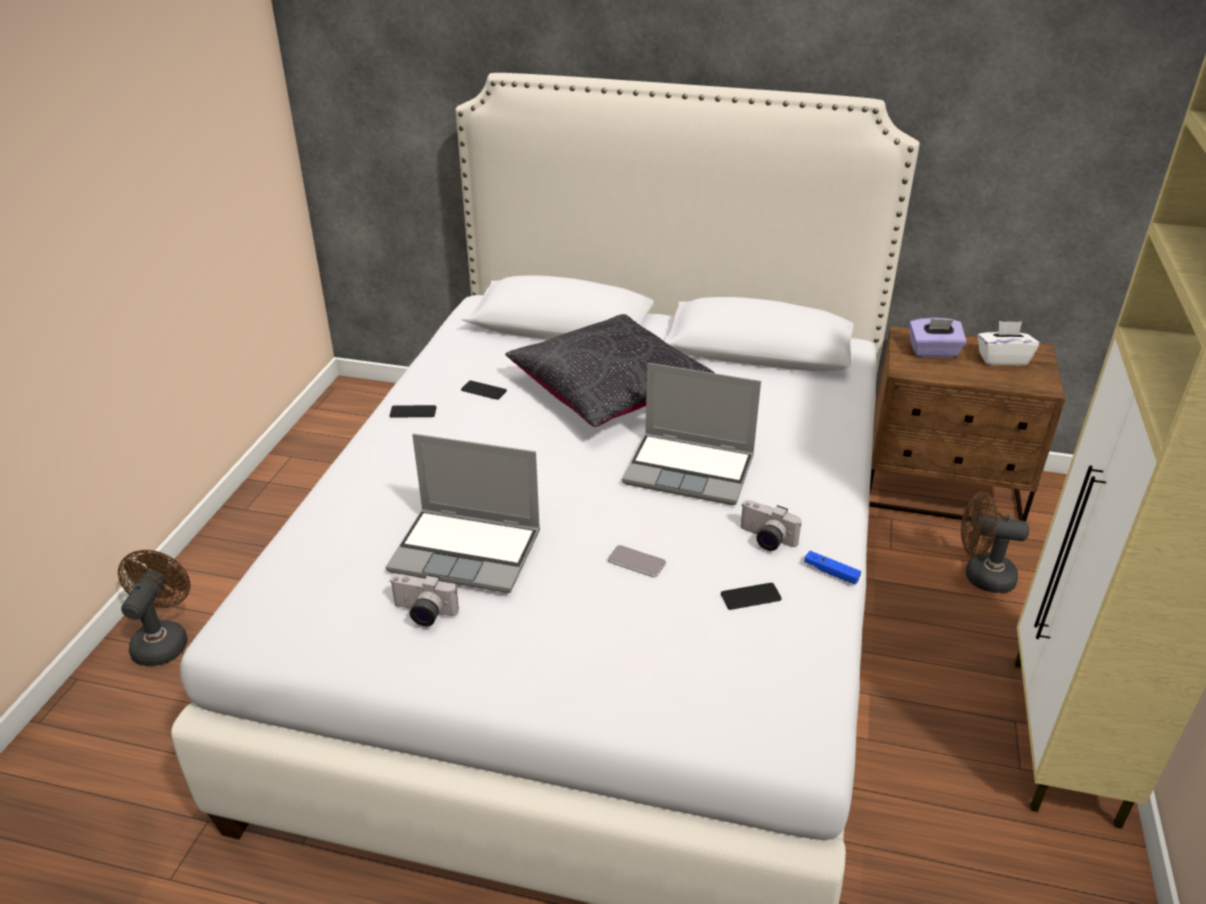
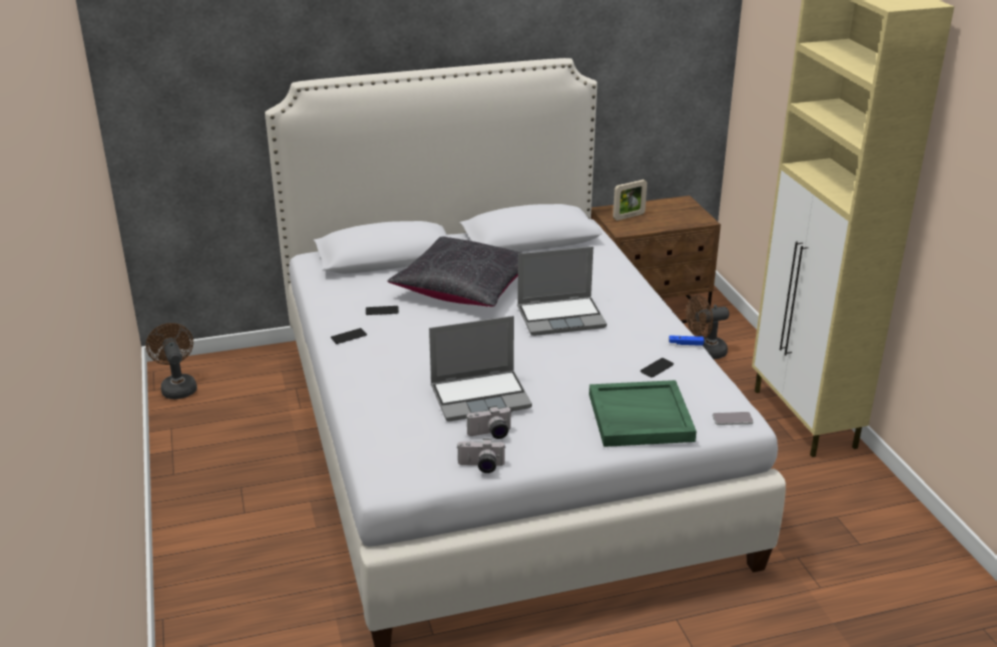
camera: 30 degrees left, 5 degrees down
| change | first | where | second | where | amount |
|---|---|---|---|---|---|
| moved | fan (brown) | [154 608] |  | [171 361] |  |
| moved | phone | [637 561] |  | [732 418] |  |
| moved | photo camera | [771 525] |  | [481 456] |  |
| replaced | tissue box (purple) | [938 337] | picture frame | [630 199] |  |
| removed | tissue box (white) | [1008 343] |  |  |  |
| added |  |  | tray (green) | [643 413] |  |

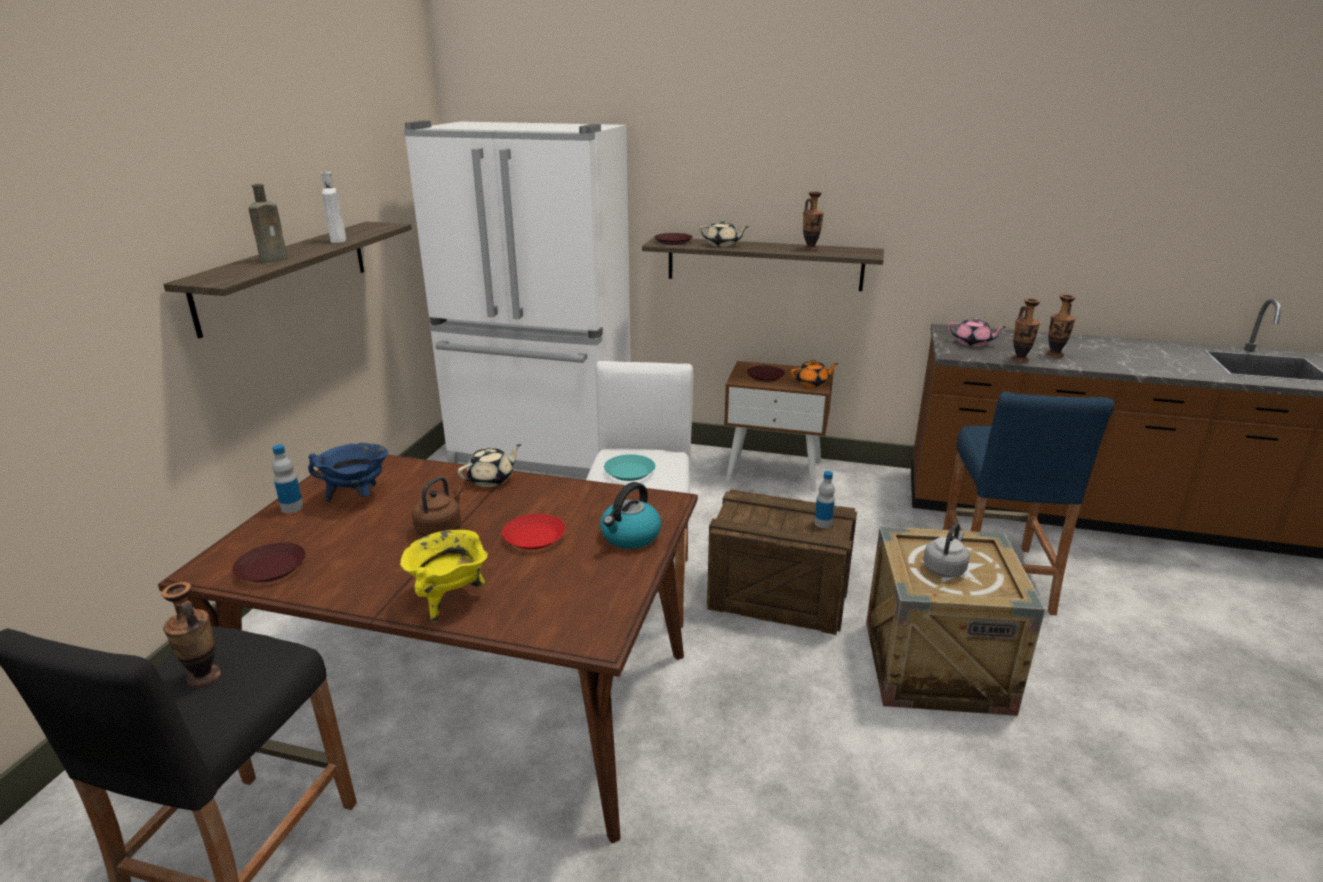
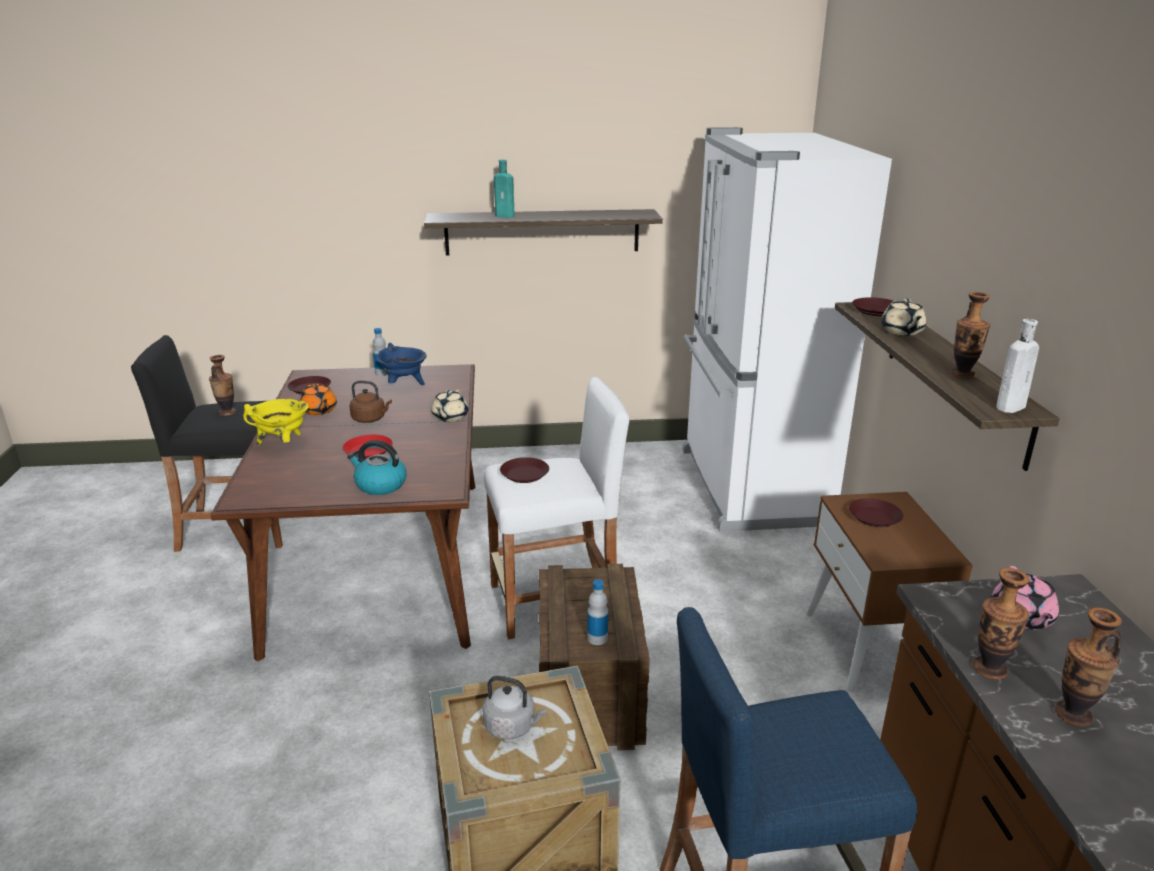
camera: 70 degrees right, 0 degrees up
| change | first | where | second | where | amount |
|---|---|---|---|---|---|
| recoloured | bottle (brown) | [268 223] | bottle (turquoise) | [504 189] |  |
| moved | bottle (white) | [333 207] |  | [1017 366] |  |
| turned | teapot (beige) | [489 465] |  | [449 406] | 75 degrees clockwise |
| recoloured | plate (turquoise) | [629 467] | plate (brown) | [524 470] |  |
| moved | teapot (orange) | [814 373] |  | [318 399] |  |

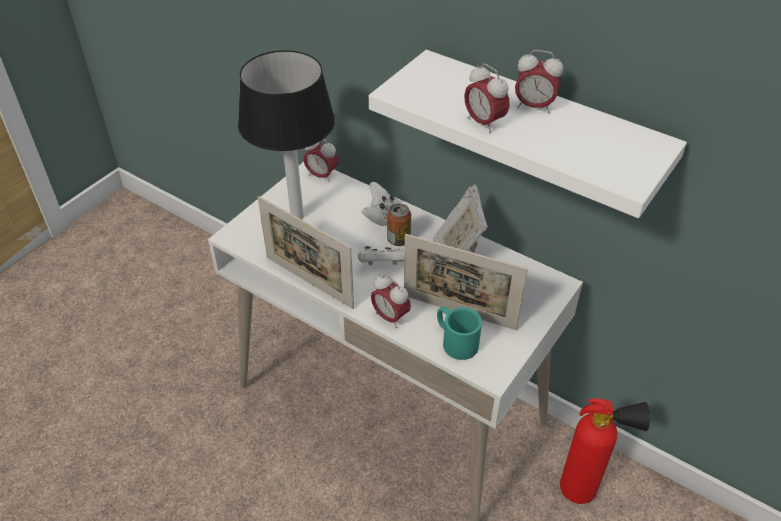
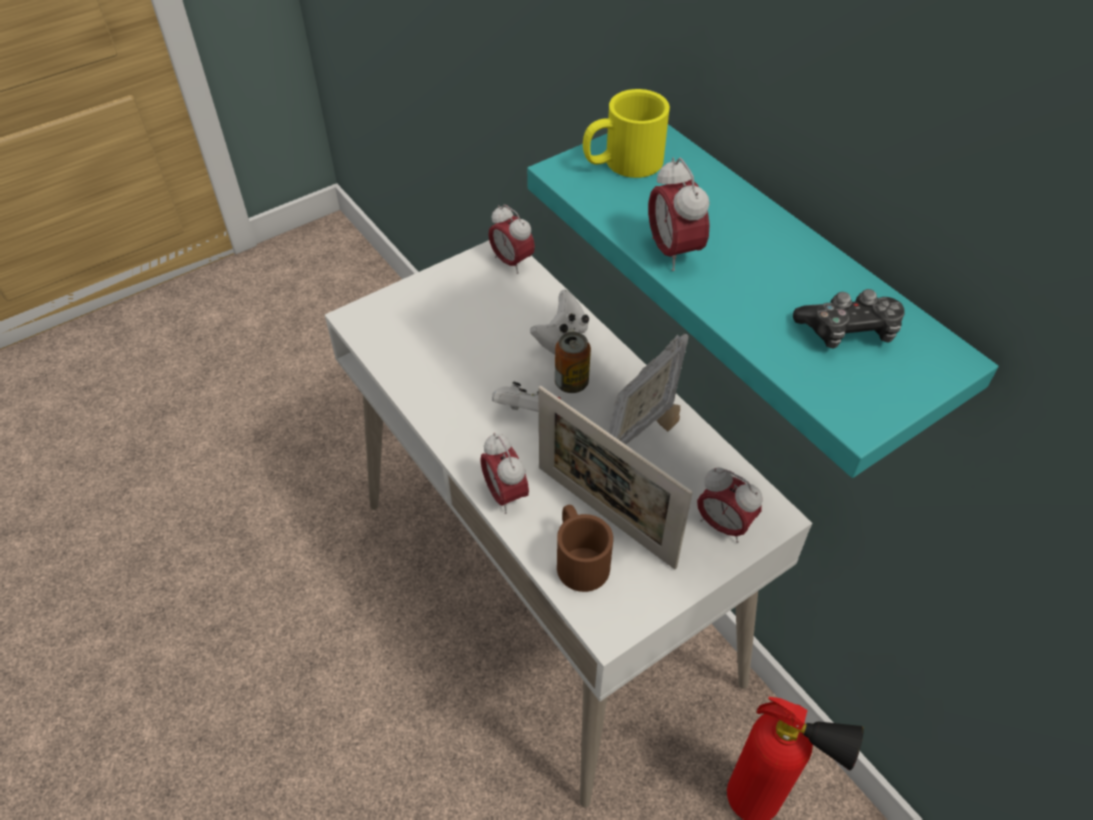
camera: 20 degrees right, 5 degrees up
| change | first | where | second | where | amount |
|---|---|---|---|---|---|
| removed | table lamp | [286 134] |  |  |  |
| removed | picture frame | [306 252] |  |  |  |
| recoloured | shelf (white) | [528 134] | shelf (turquoise) | [762 301] |  |
| recoloured | mug (turquoise) | [459 333] | mug (brown) | [585 548] |  |
| moved | alarm clock | [539 81] |  | [729 505] |  |
| added |  |  | mug (yellow) | [626 133] |  |
| added |  |  | game controller | [849 319] |  |

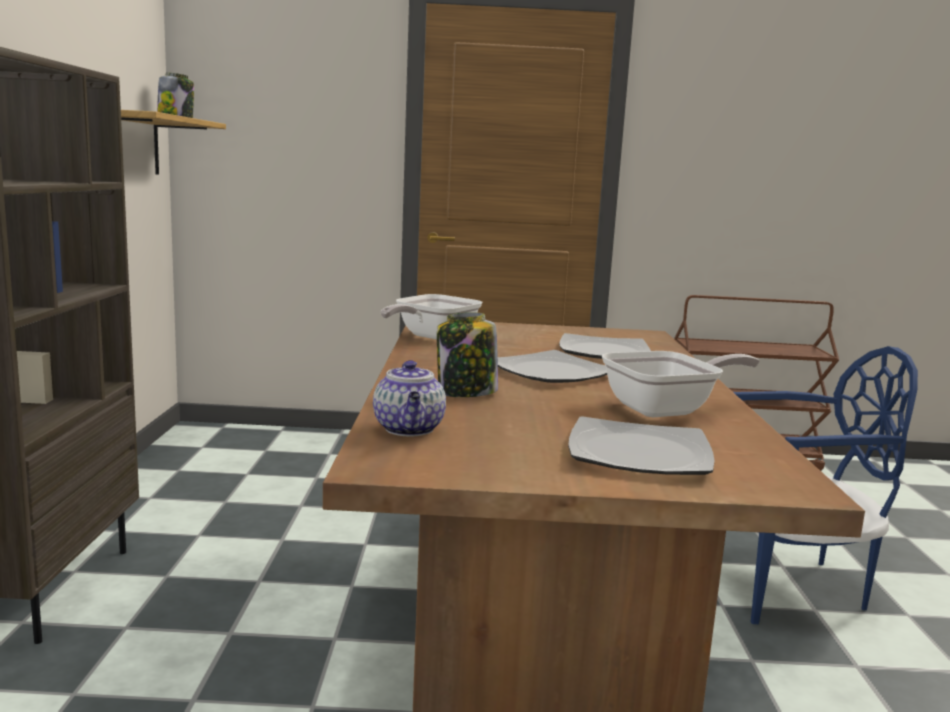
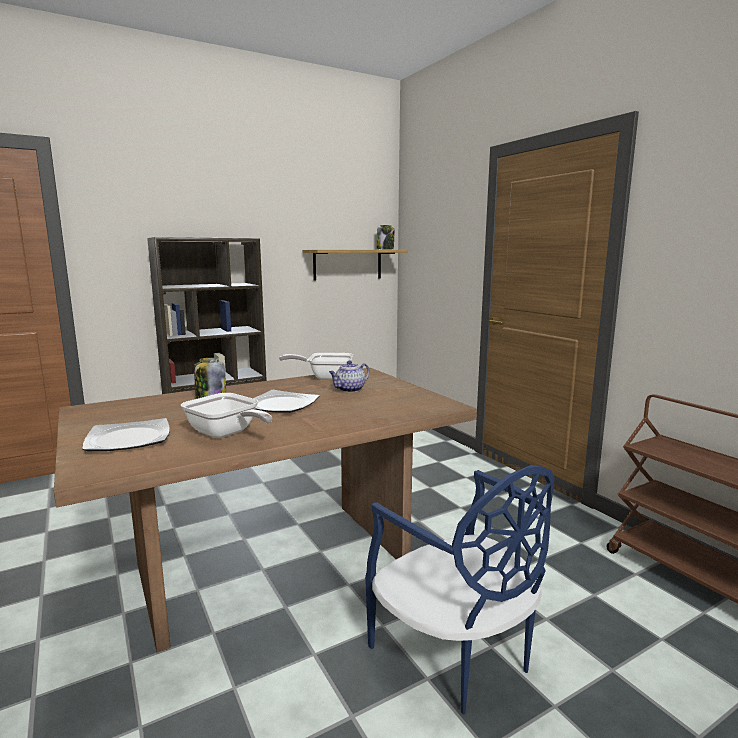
camera: 60 degrees right, 0 degrees up
| change | first | where | second | where | amount |
|---|---|---|---|---|---|
| moved | teapot | [409 398] |  | [349 376] |  |
| removed | plate | [605 346] |  |  |  |

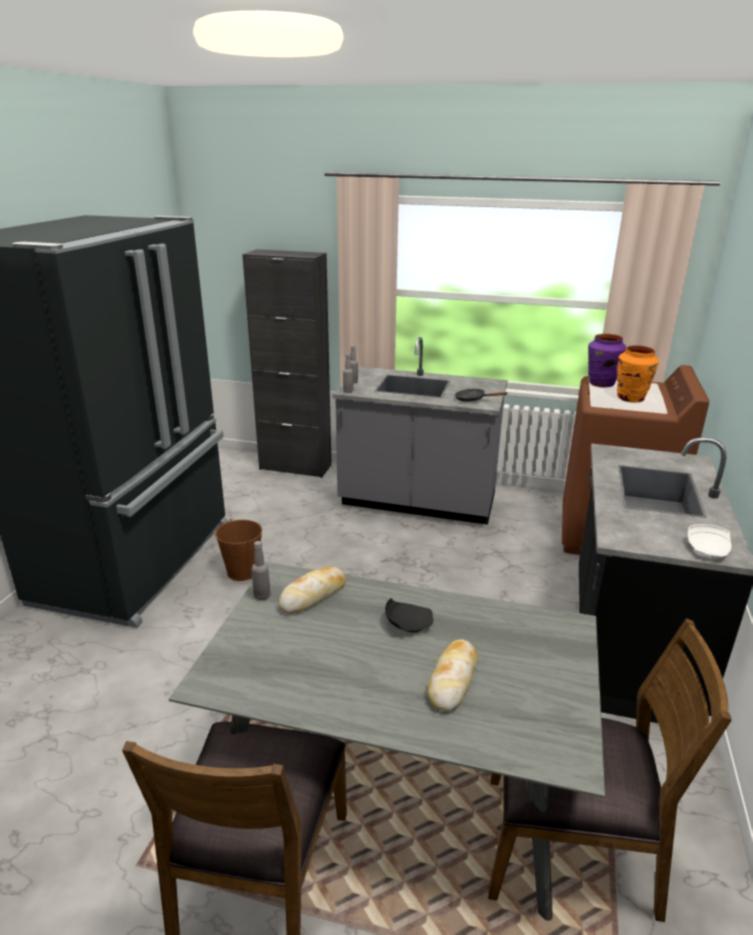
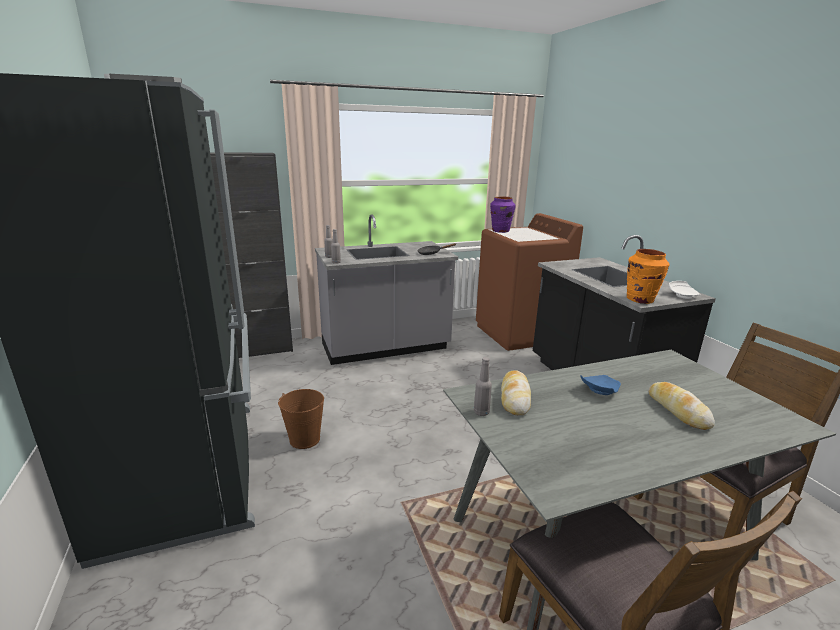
camera: 35 degrees left, 5 degrees down
| change | first | where | second | where | amount |
|---|---|---|---|---|---|
| recoloured | plate (black) | [409 615] | plate (blue) | [601 385] |  |
| moved | vase (orange) | [638 374] |  | [648 276] |  |

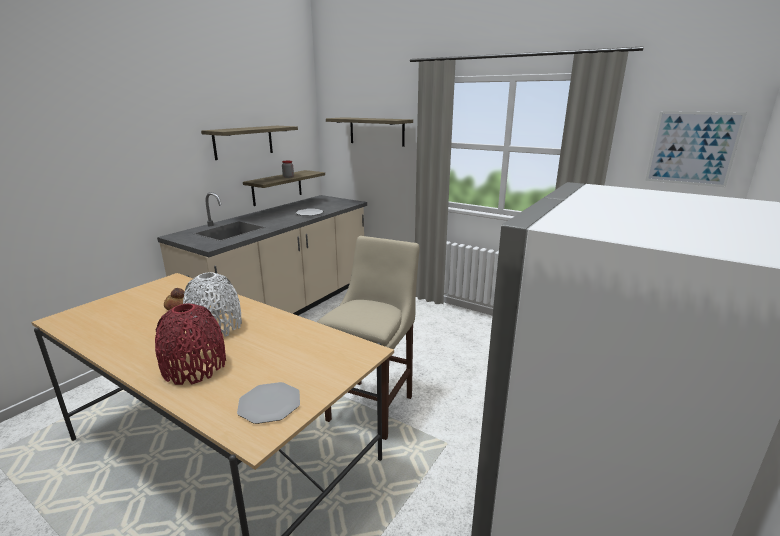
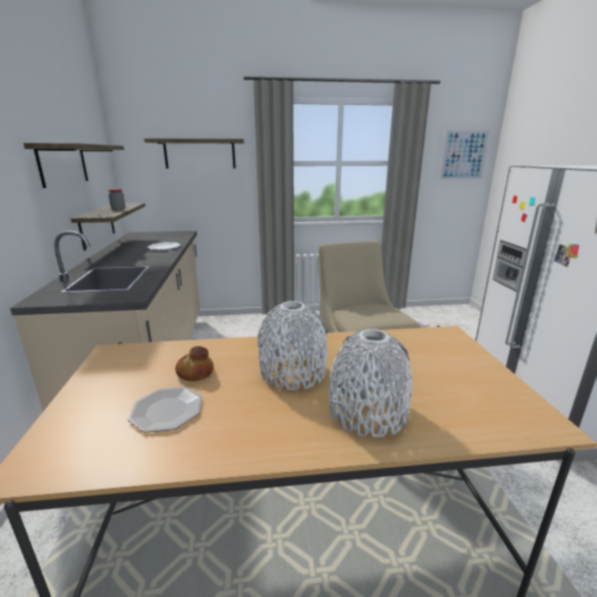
camera: 40 degrees left, 0 degrees up
| change | first | where | second | where | amount |
|---|---|---|---|---|---|
| recoloured | vase (red) | [190 344] | vase (white) | [371 383] |  |
| moved | plate | [268 403] |  | [165 410] |  |

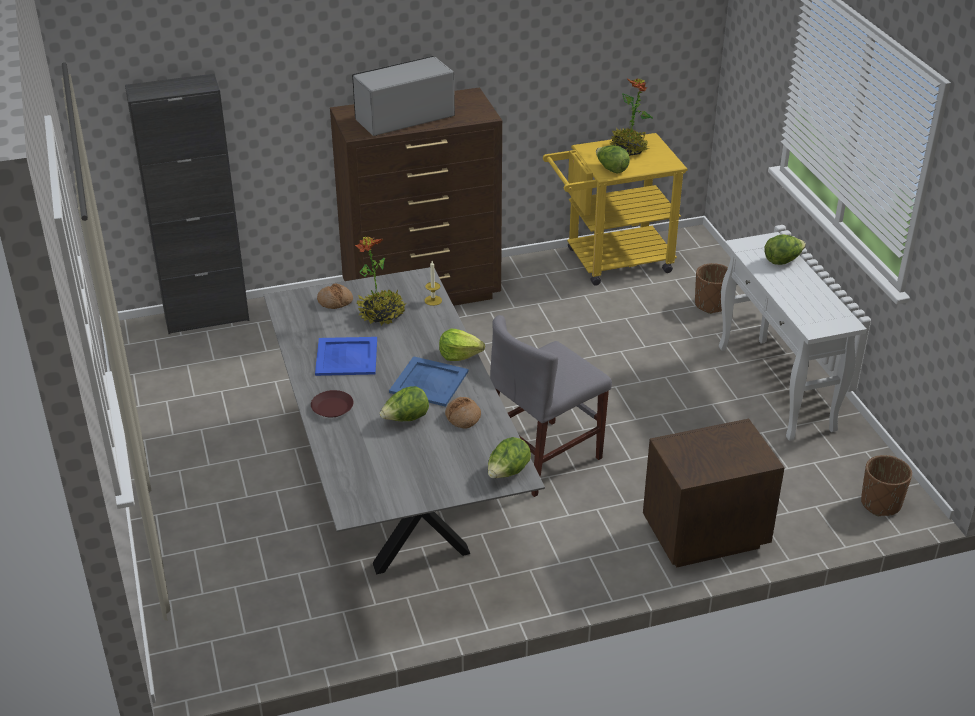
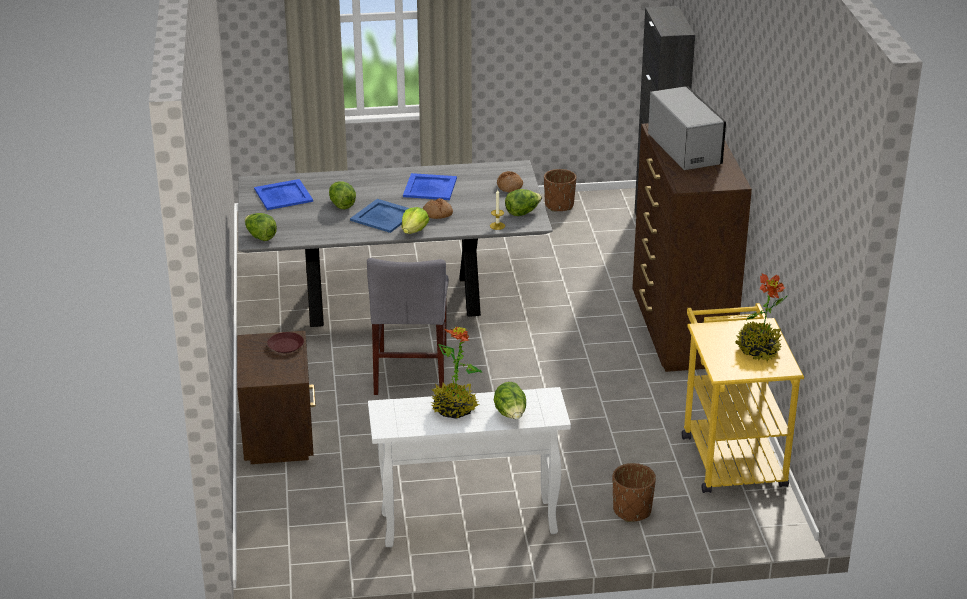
camera: 100 degrees right, 5 degrees down
| change | first | where | second | where | amount |
|---|---|---|---|---|---|
| moved | plate (brown) | [332 403] |  | [285 342] |  |
| moved | potted plant | [380 281] |  | [456 372] |  |
| moved | bread | [463 413] |  | [438 208] |  |
| turned | chair (grey) | [551 406] |  | [408 326] | 150 degrees counterclockwise |
| moved | lettuce | [613 159] |  | [523 202] |  |
| moved | planter (brown) | [886 485] |  | [560 190] |  |
| added |  |  | tray (blue) | [283 194] |  |

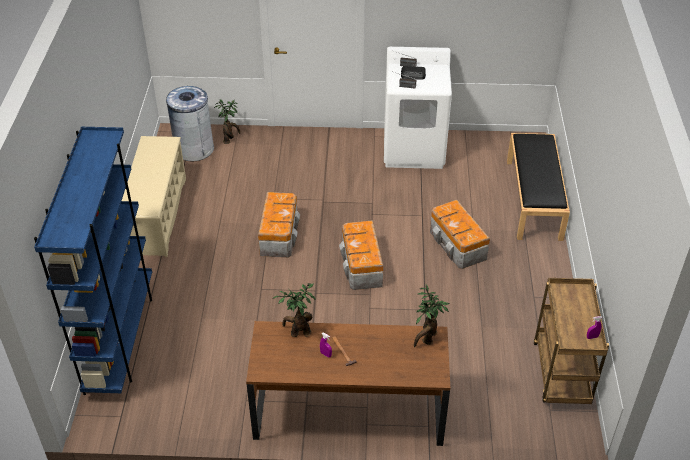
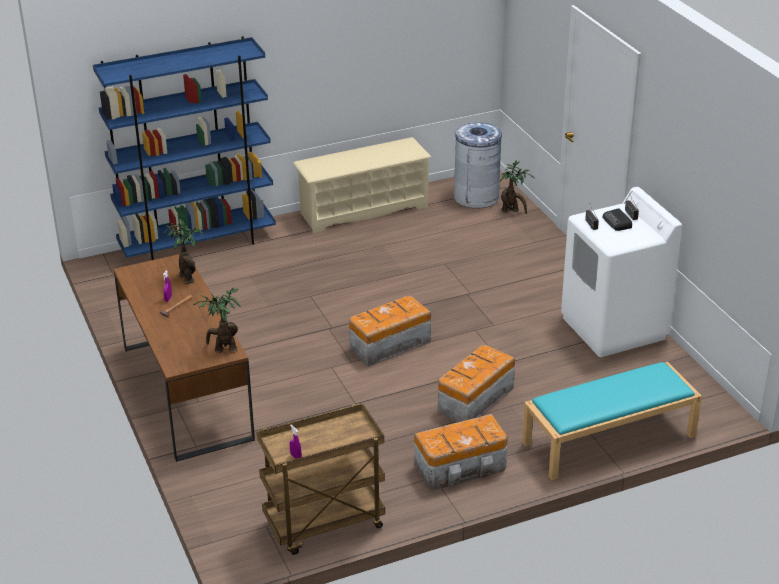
camera: 65 degrees right, 10 degrees down
| change | first | where | second | where | amount |
|---|---|---|---|---|---|
| moved | storage box | [279 225] |  | [461 452] |  |
| recoloured | bench (black) | [538 187] | bench (turquoise) | [612 421] |  |

